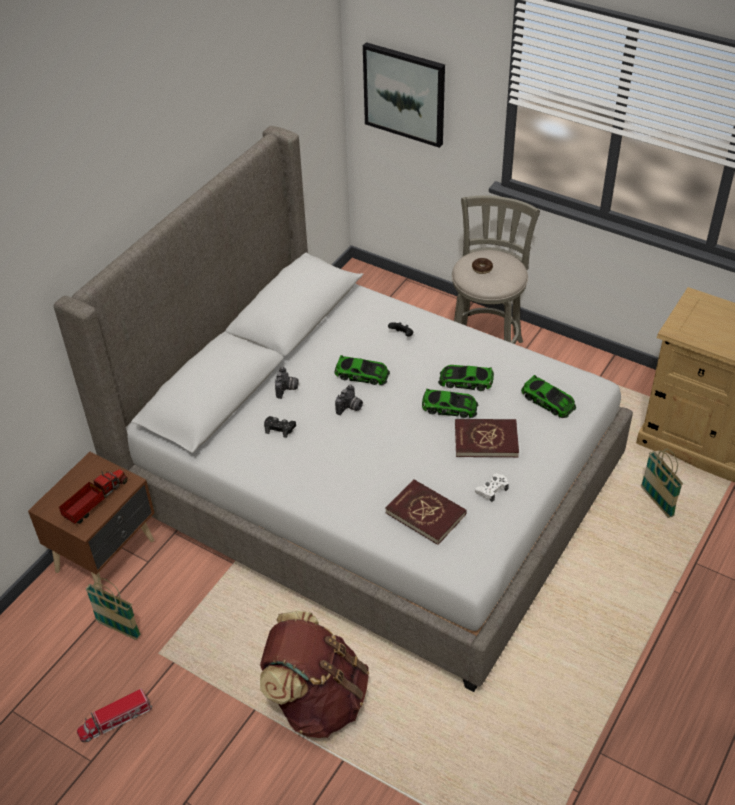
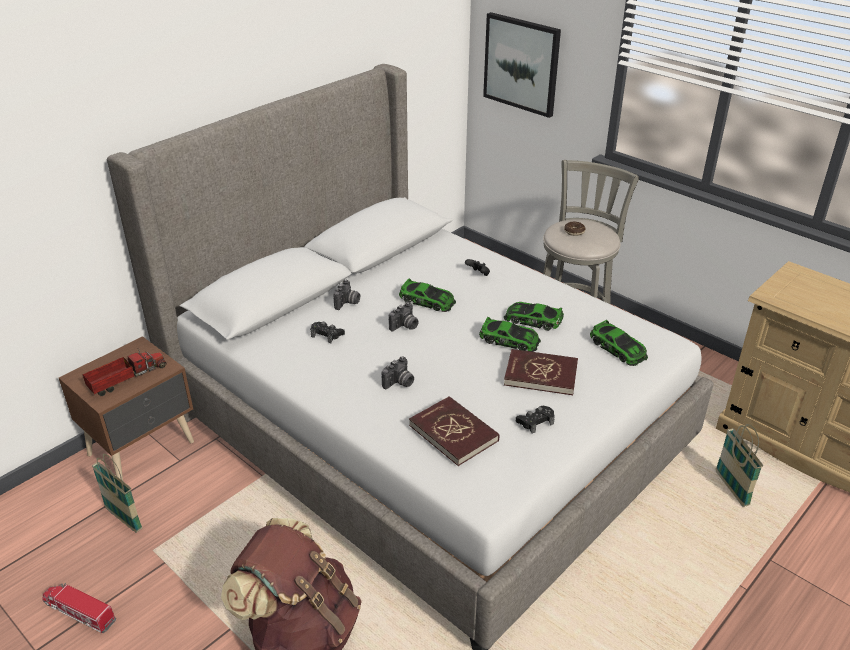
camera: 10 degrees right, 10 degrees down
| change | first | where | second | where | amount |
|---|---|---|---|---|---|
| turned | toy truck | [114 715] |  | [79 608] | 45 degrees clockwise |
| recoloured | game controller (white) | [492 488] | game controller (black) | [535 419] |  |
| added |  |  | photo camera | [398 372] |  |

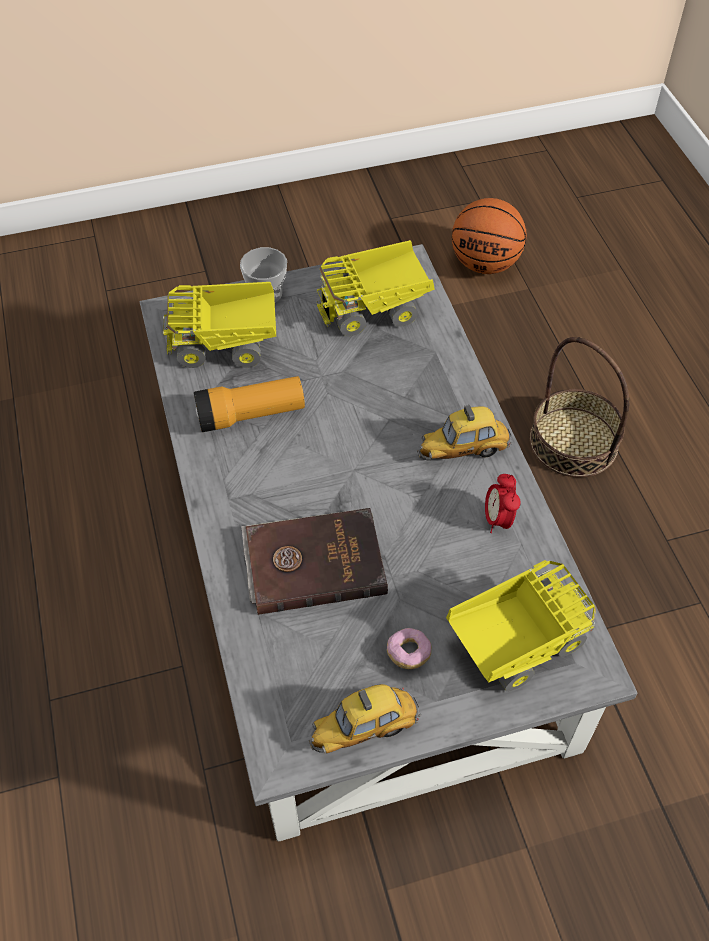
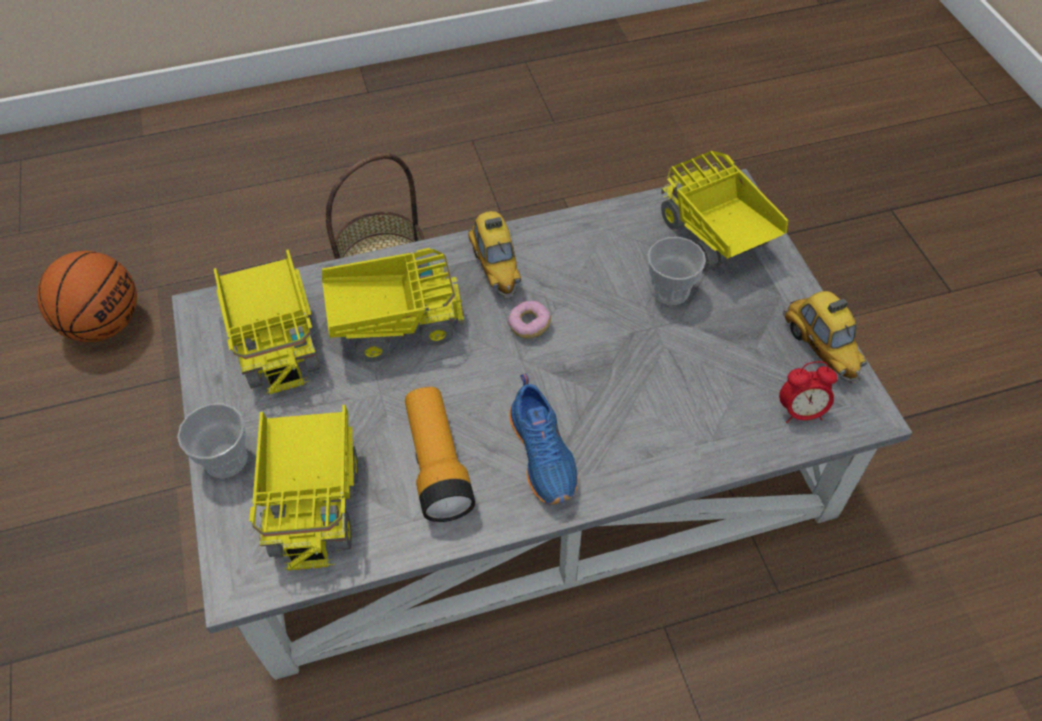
camera: 90 degrees left, 0 degrees up
| change | first | where | second | where | amount |
|---|---|---|---|---|---|
| removed | book (brown) | [314 561] |  |  |  |
| moved | donut | [409 648] |  | [529 320] |  |
| moved | alarm clock | [503 503] |  | [808 392] |  |
| added |  |  | toy truck | [393 305] |  |
| added |  |  | shoe (blue) | [543 438] |  |
| added |  |  | cup | [677 271] |  |

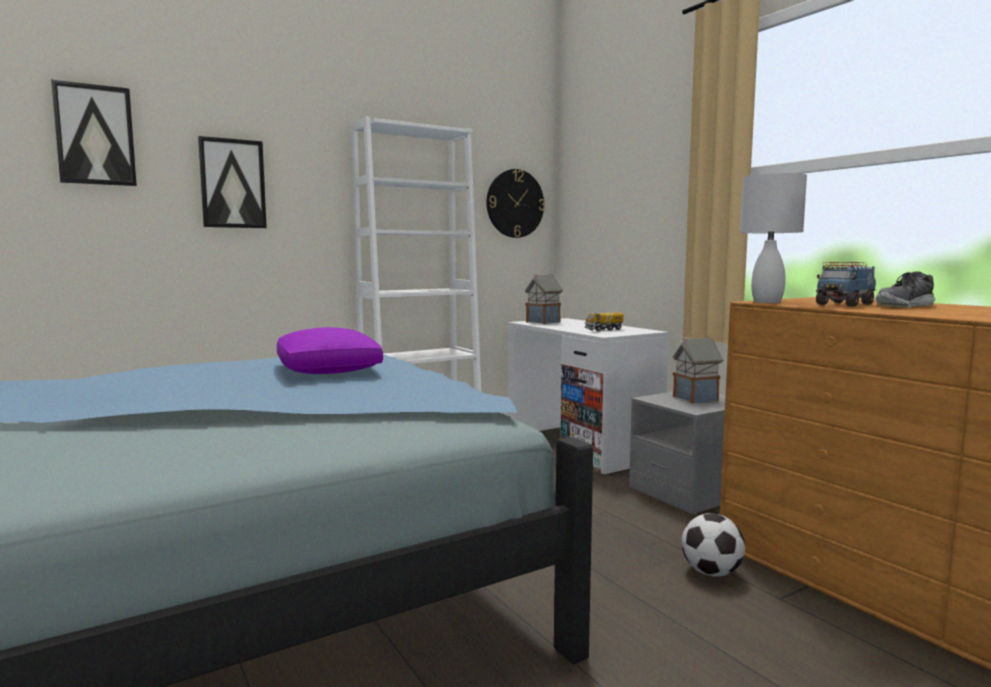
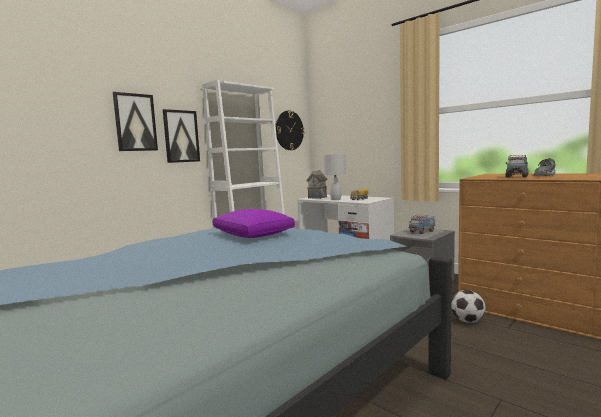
camera: 15 degrees left, 0 degrees up
| change | first | where | second | where | amount |
|---|---|---|---|---|---|
| moved | picture | [94 133] |  | [181 136] |  |
| replaced | toy house | [698 369] | toy truck | [422 224] |  |
| moved | table lamp (white) | [773 238] |  | [335 177] |  |

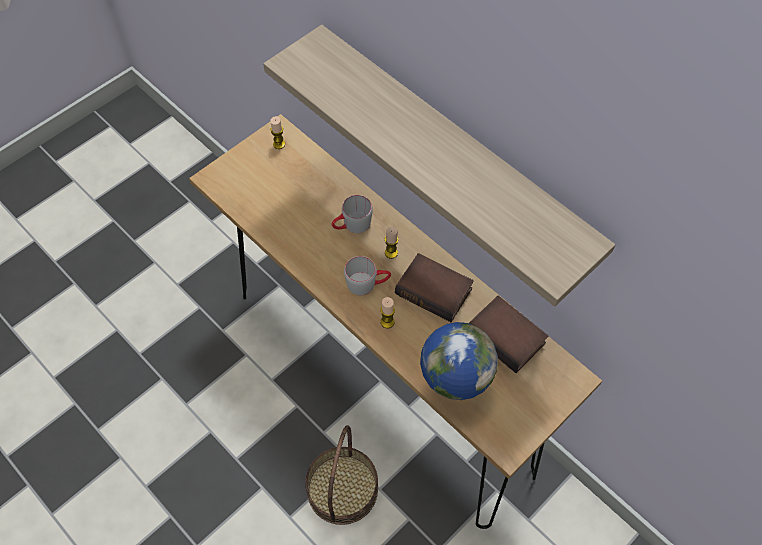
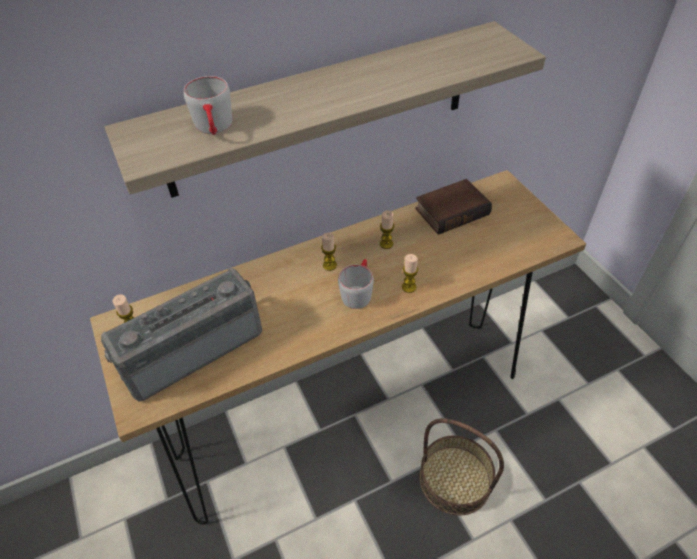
camera: 70 degrees left, 10 degrees down
| change | first | where | second | where | amount |
|---|---|---|---|---|---|
| moved | mug (grey) | [352 214] |  | [208 105] |  |
| replaced | book | [434 287] | candle | [387 229] |  |
| removed | globe | [459 361] |  |  |  |
| added |  |  | radio | [181 335] |  |

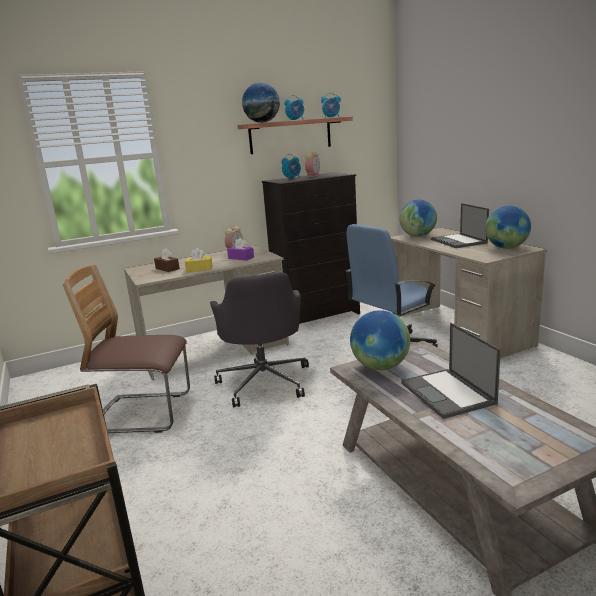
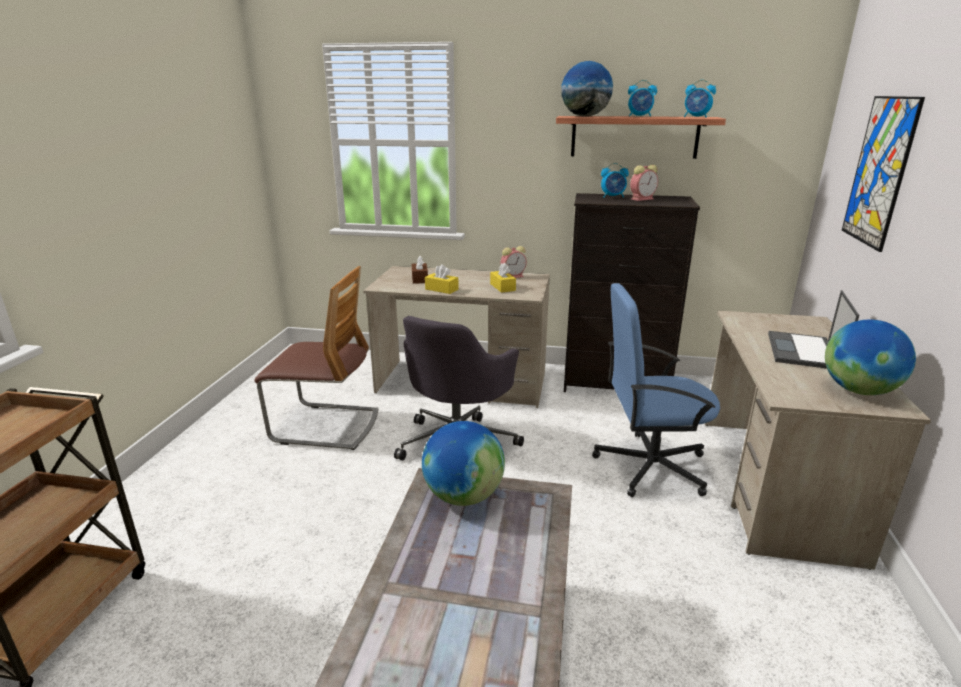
camera: 35 degrees right, 5 degrees up
| change | first | where | second | where | amount |
|---|---|---|---|---|---|
| turned | chair | [126 349] |  | [316 358] | 150 degrees clockwise |
| recoloured | tissue box (purple) | [240 249] | tissue box (yellow) | [503 278] |  |
| removed | globe | [418 218] |  |  |  |
| removed | laptop | [451 371] |  |  |  |
| added |  |  | picture | [883 174] |  |

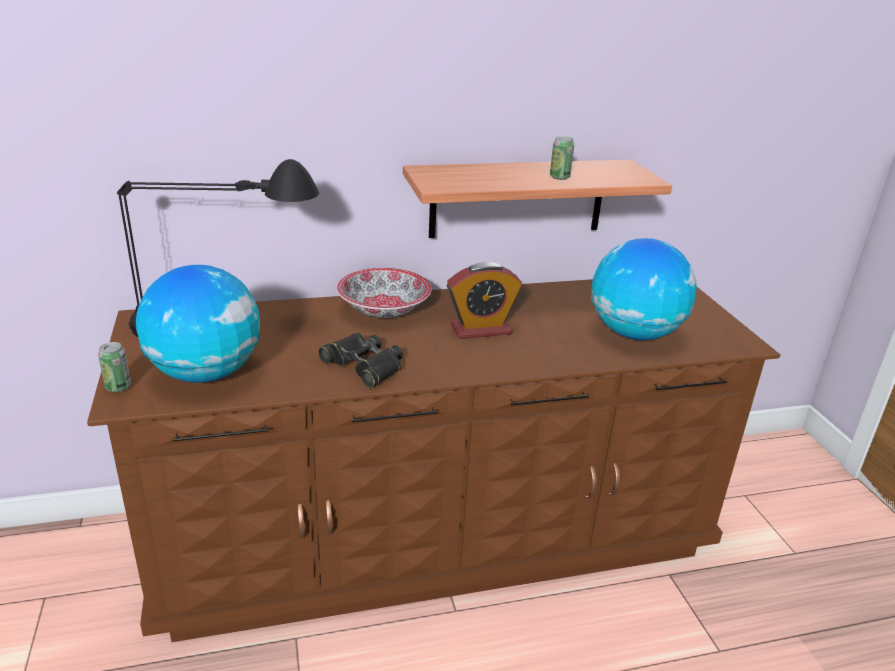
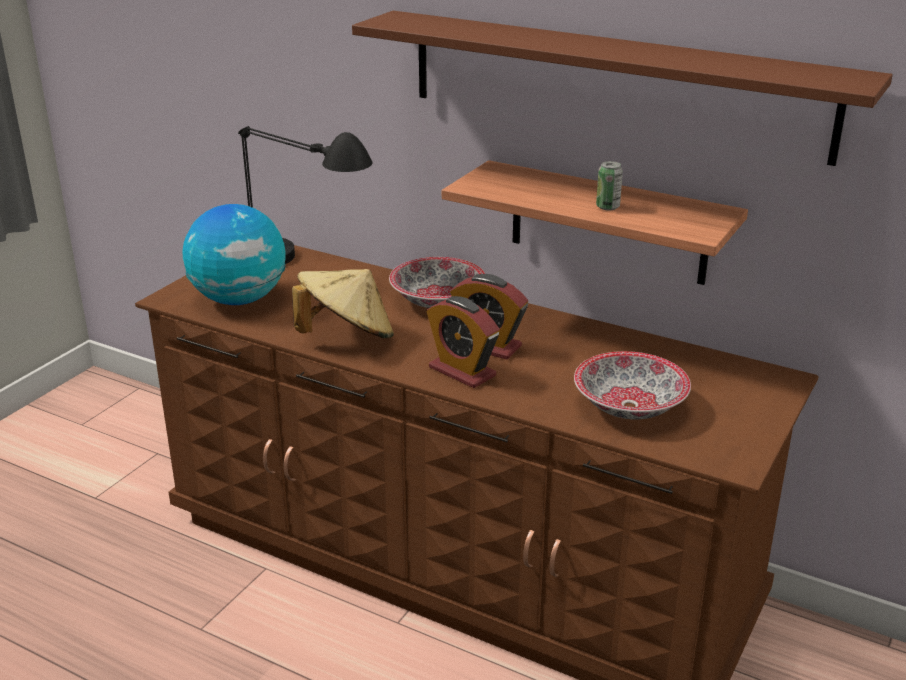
camera: 45 degrees right, 0 degrees up
| change | first | where | second | where | amount |
|---|---|---|---|---|---|
| removed | can | [114 367] |  |  |  |
| replaced | binoculars (black) | [360 360] | hat (beige) | [343 303] |  |
| replaced | globe | [644 289] | bowl | [632 385] |  |
| added |  |  | shelf (brown) | [622 88] |  |
| added |  |  | alarm clock | [463 342] |  |

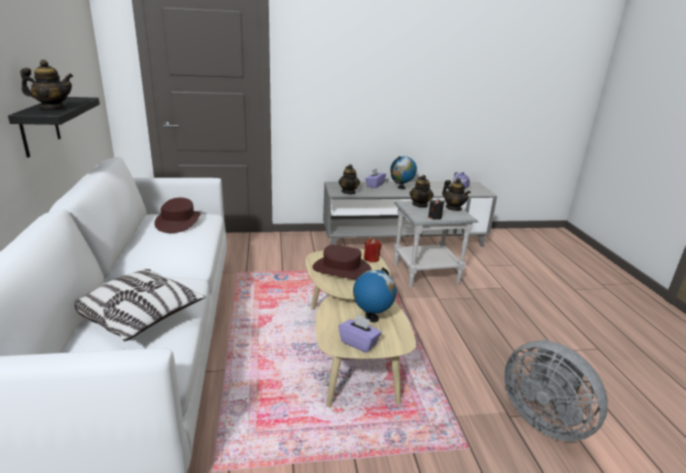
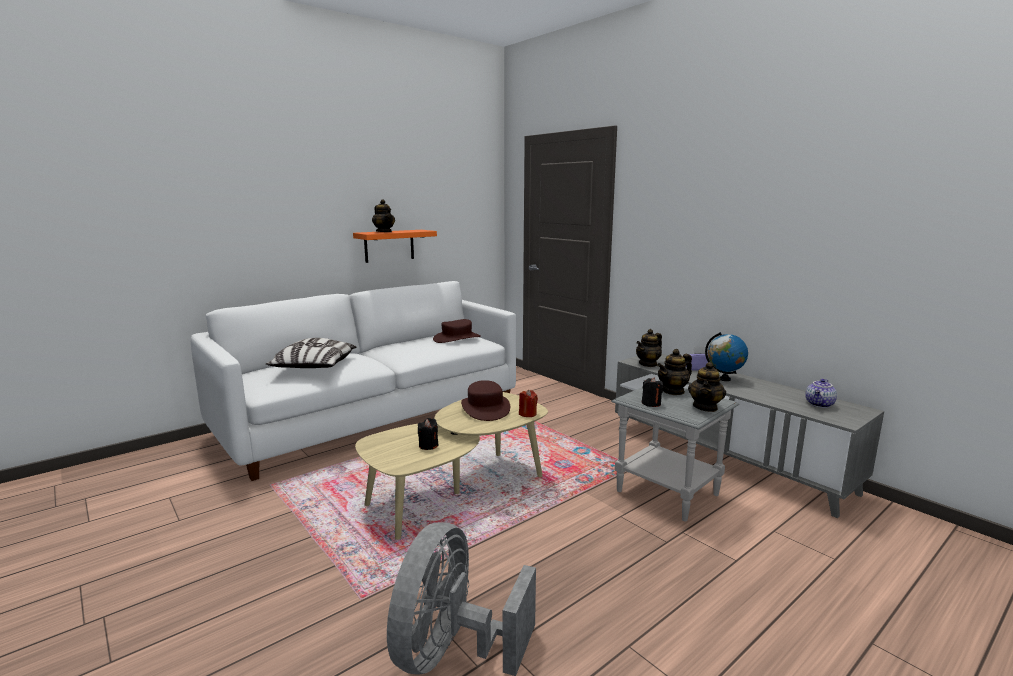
camera: 60 degrees right, 10 degrees down
| change | first | where | second | where | amount |
|---|---|---|---|---|---|
| recoloured | shelf (black) | [54 127] | shelf (orange) | [395 246] |  |
| removed | tissue box (purple) | [360 333] |  |  |  |
| replaced | globe | [375 294] | candle (black) | [428 434] |  |

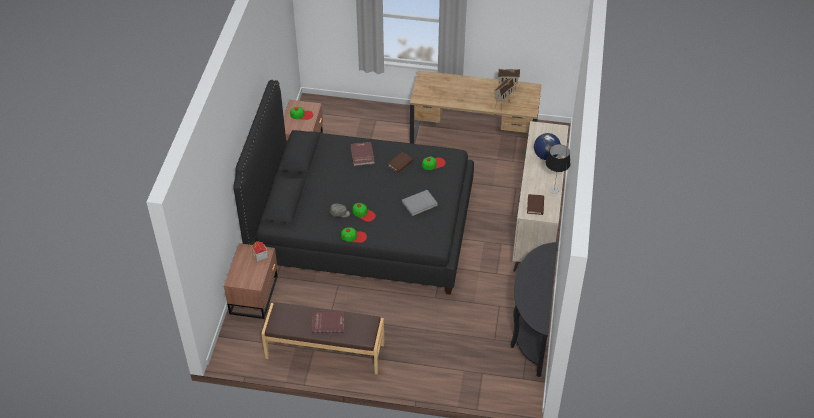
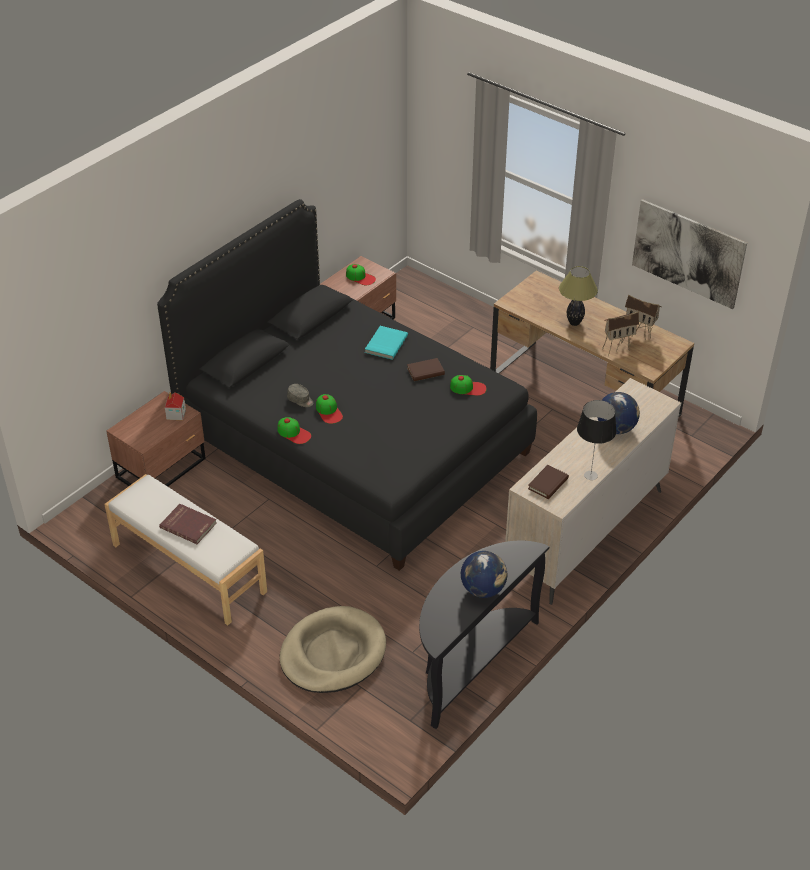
camera: 30 degrees right, 5 degrees down
| change | first | where | second | where | amount |
|---|---|---|---|---|---|
| recoloured | bench (brown) | [322 338] | bench (white) | [185 549] |  |
| recoloured | book (red) | [363 154] | book (turquoise) | [386 343] |  |
| removed | book (grey) | [420 203] |  |  |  |
| added |  |  | dog bed (beige) | [333 649] |  |
| added |  |  | globe | [484 574] |  |
| added |  |  | table lamp | [578 296] |  |
| added |  |  | picture | [689 254] |  |

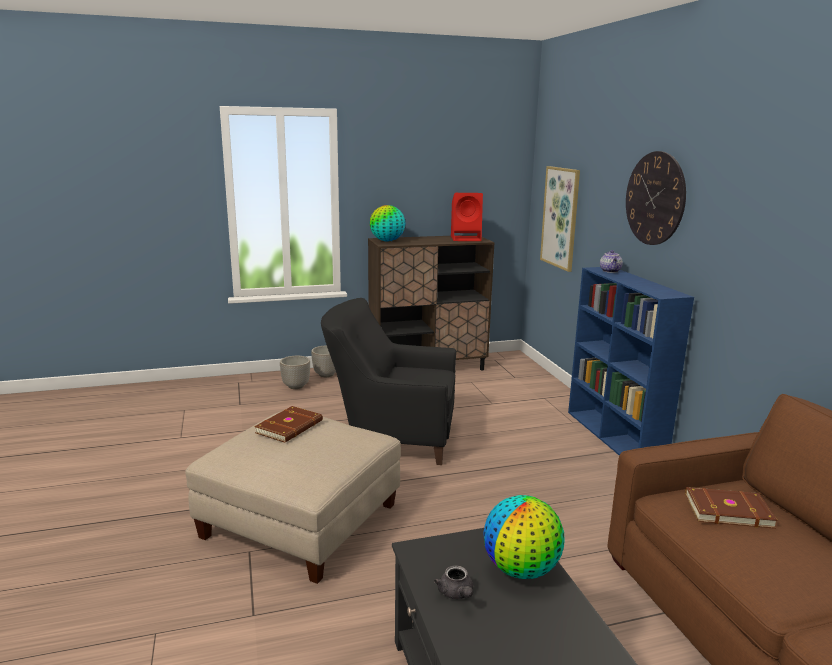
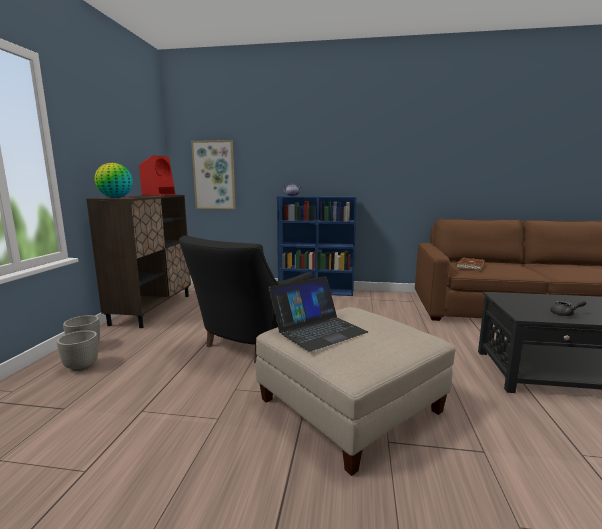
camera: 65 degrees left, 5 degrees down
| change | first | where | second | where | amount |
|---|---|---|---|---|---|
| replaced | book (brown) | [288 424] | laptop | [318 313] |  |
| removed | globe | [524 537] |  |  |  |
| removed | wall clock | [656 198] |  |  |  |

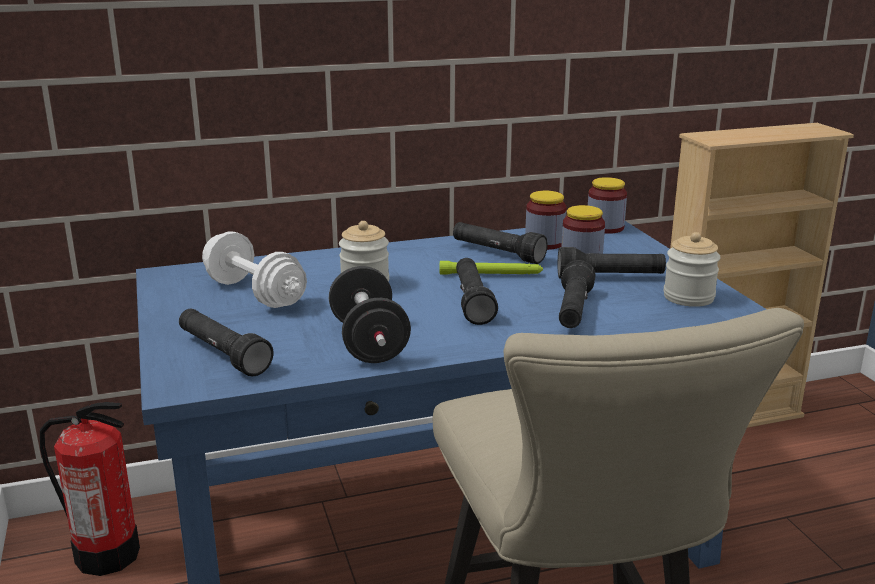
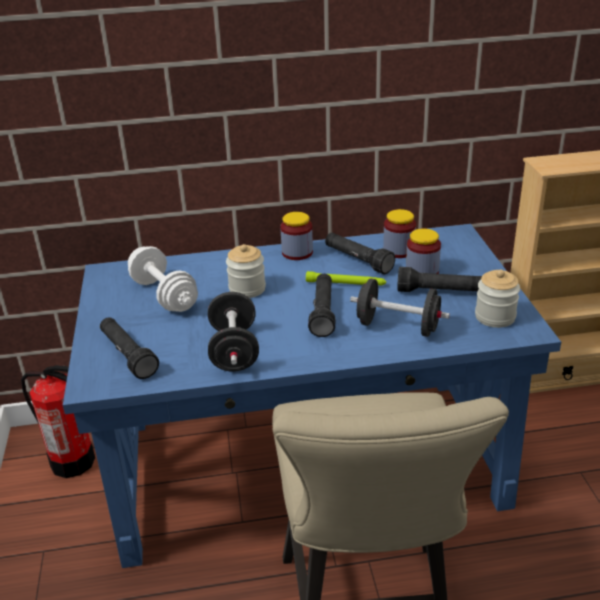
camera: 10 degrees right, 10 degrees up
| change | first | where | second | where | amount |
|---|---|---|---|---|---|
| replaced | flashlight (black) | [577 294] | dumbbell (black) | [400 308] |  |
| moved | jar | [607 205] |  | [296 236] |  |

